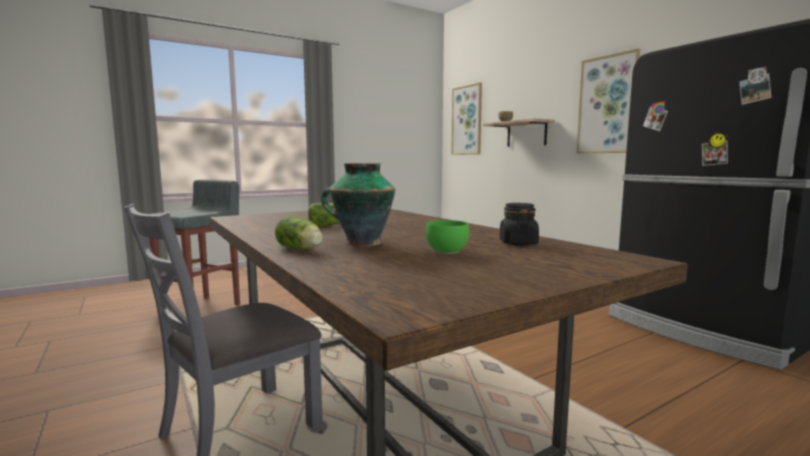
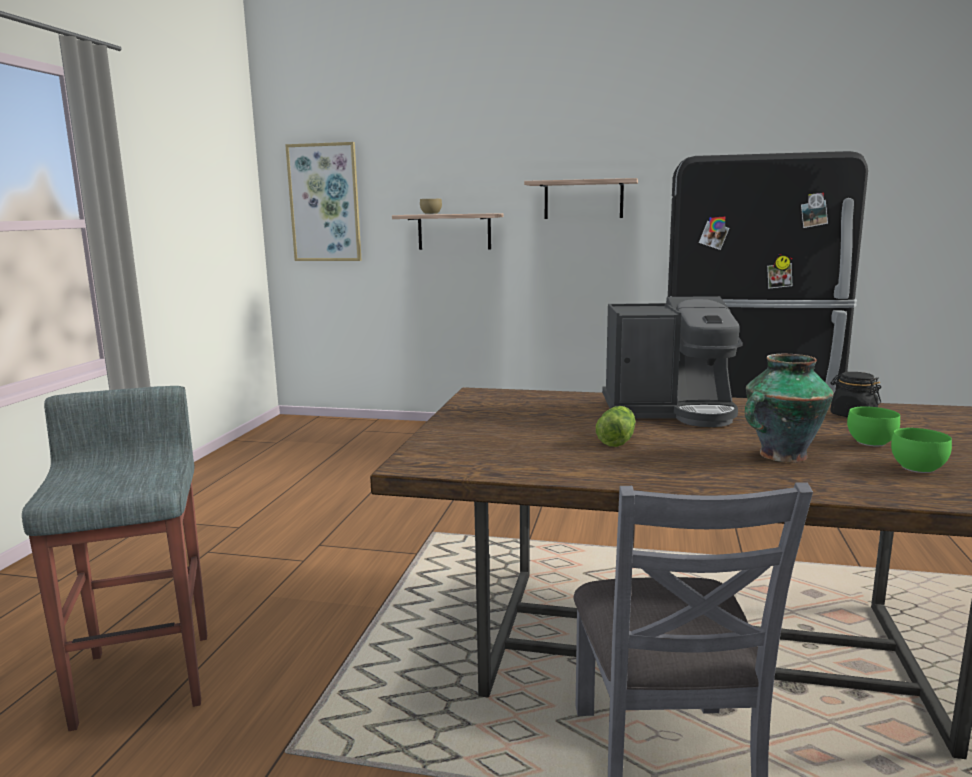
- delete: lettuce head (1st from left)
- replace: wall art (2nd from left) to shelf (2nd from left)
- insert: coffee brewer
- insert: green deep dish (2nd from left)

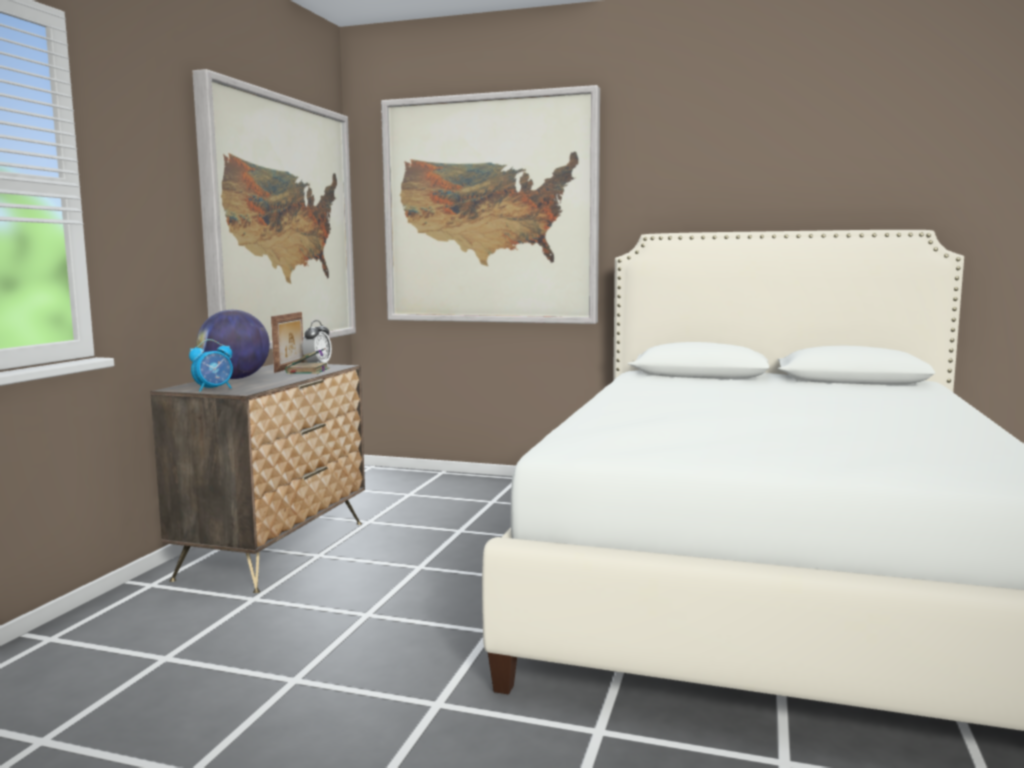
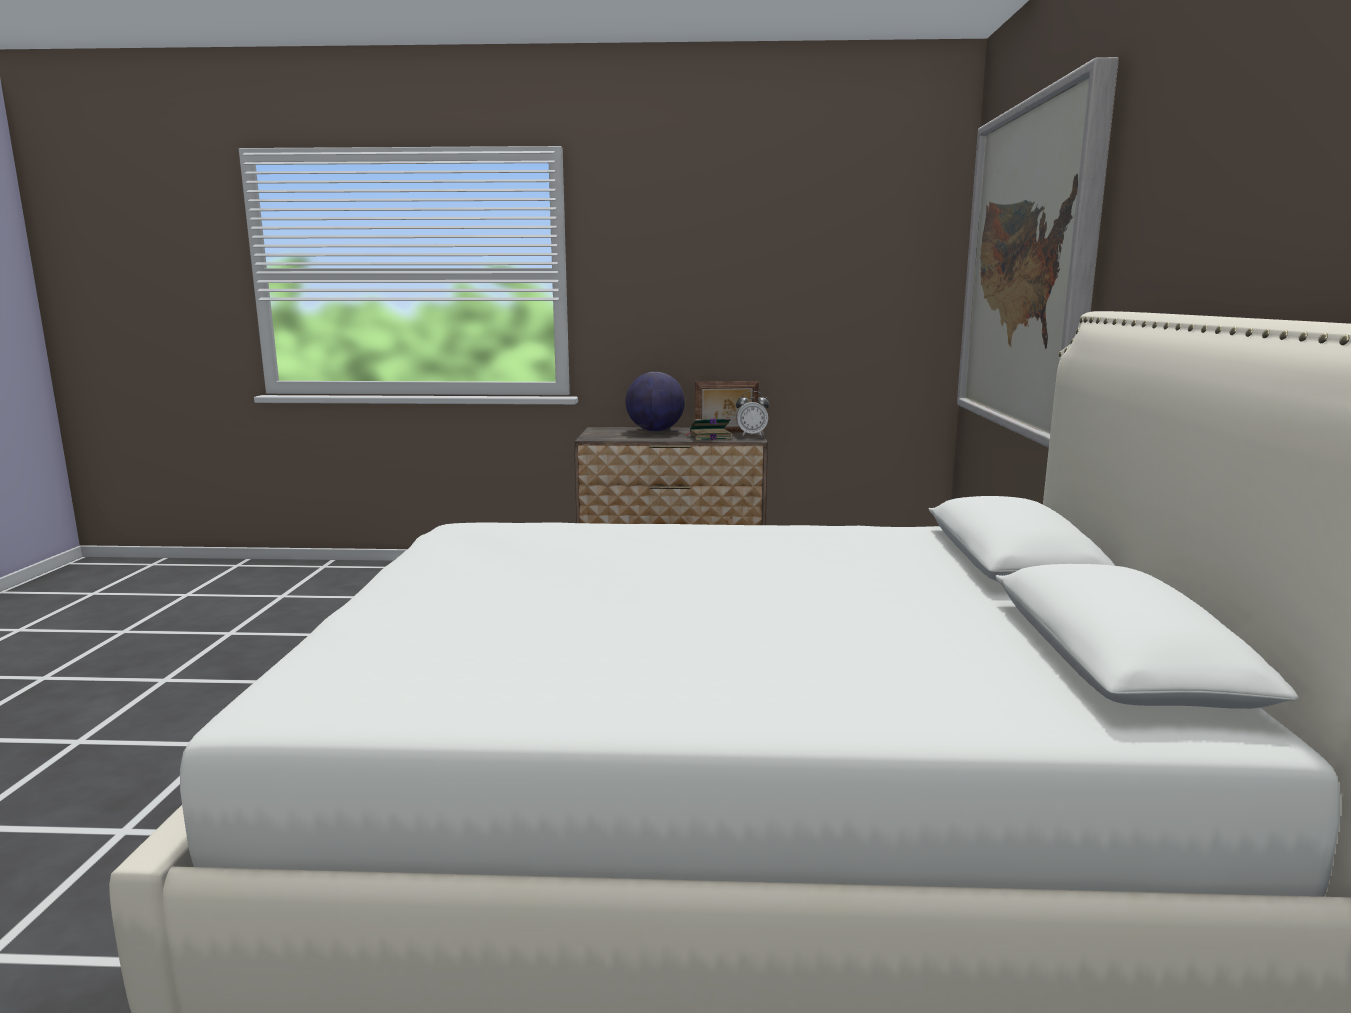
- delete: table clock (1st from left)
- delete: wall art (1st from left)

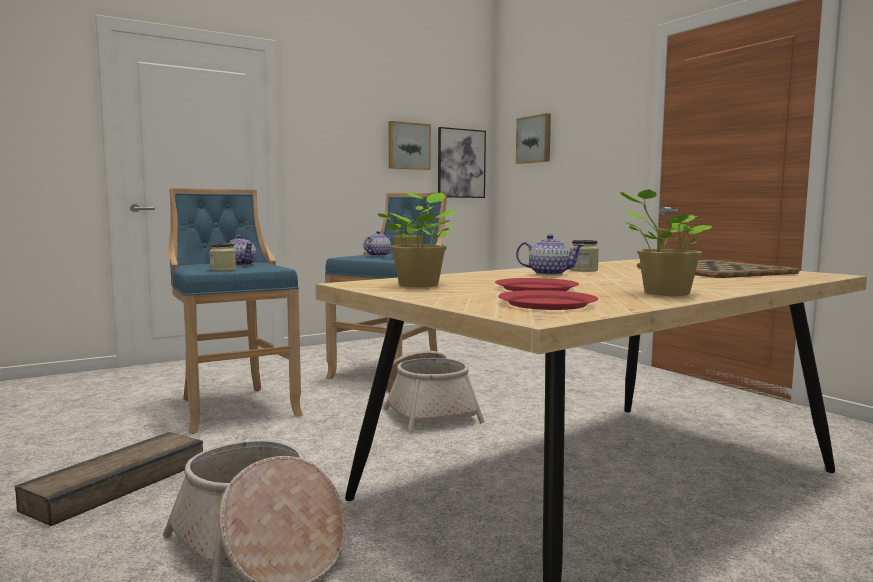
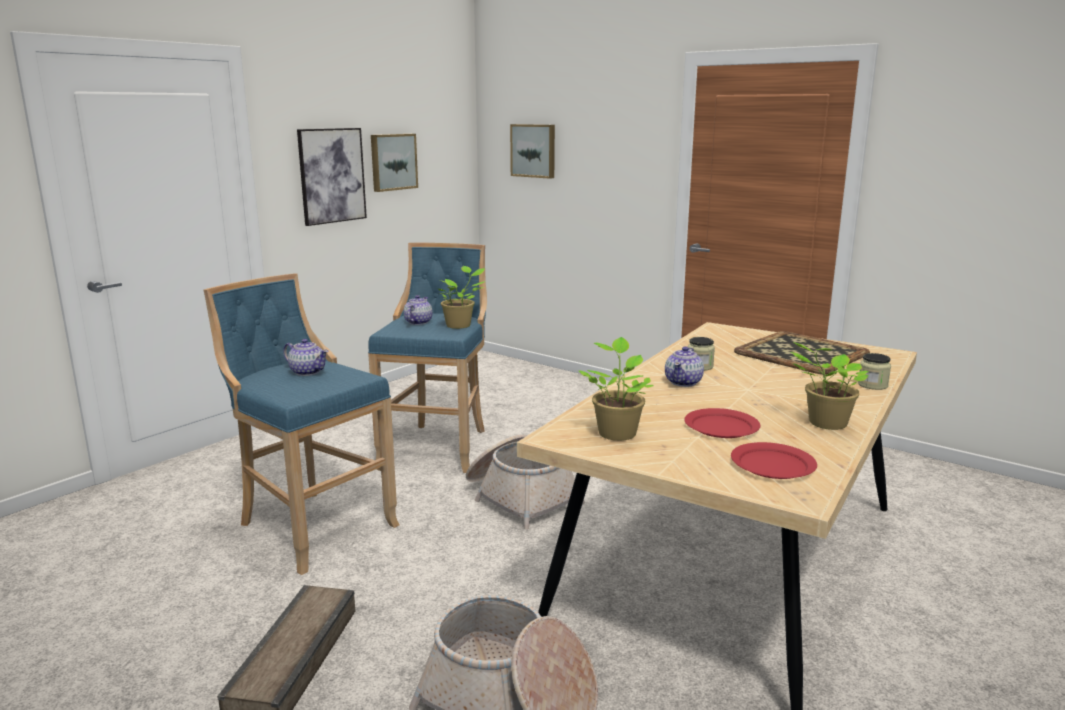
- move: preserve jar (1st from left in the first image) to preserve jar (2nd from left)
- move: wall art (2nd from left in the first image) to wall art (1st from left)
- rotate: pot for tea (3rd from left) 120 degrees clockwise

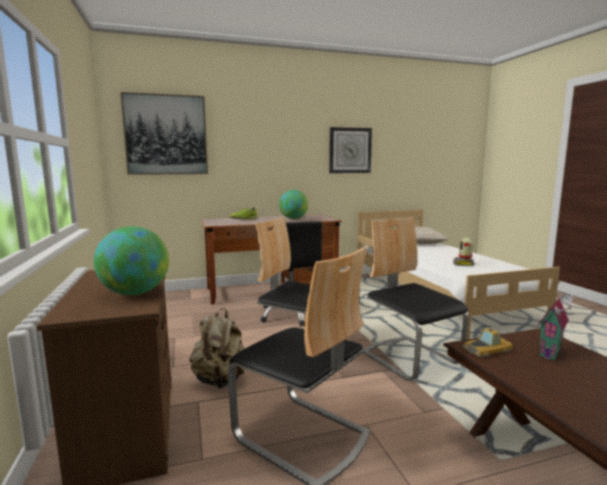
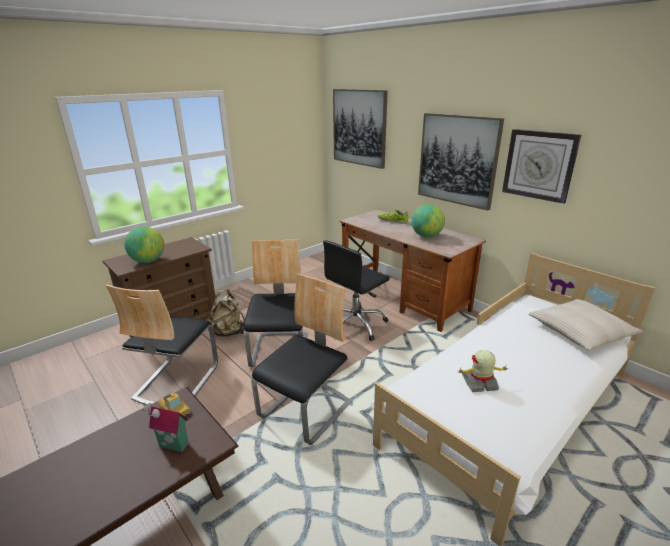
- insert: wall art (2nd from left)

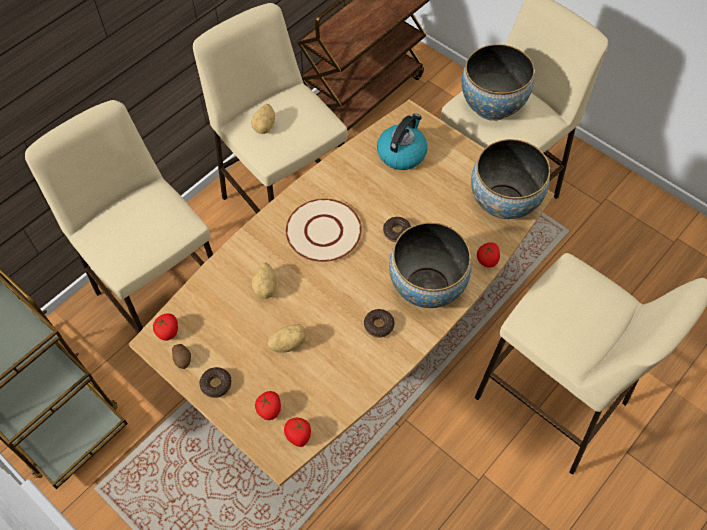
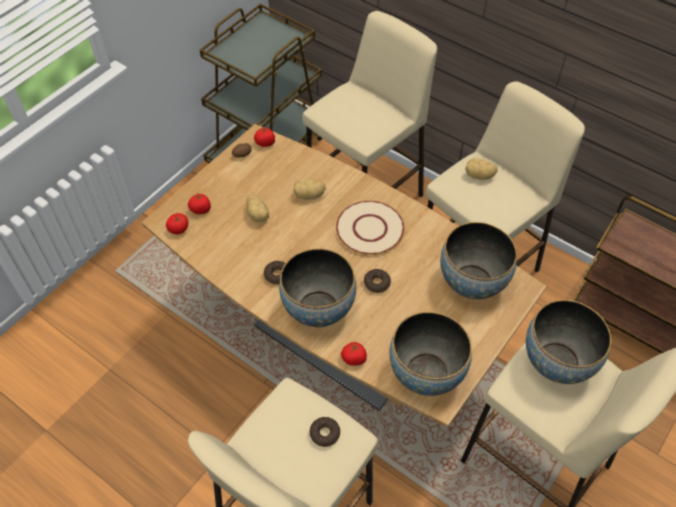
- move: ring doughnut (1st from left in the first image) to ring doughnut (2nd from left)
- replace: water kettle to deep dish (3rd from left)

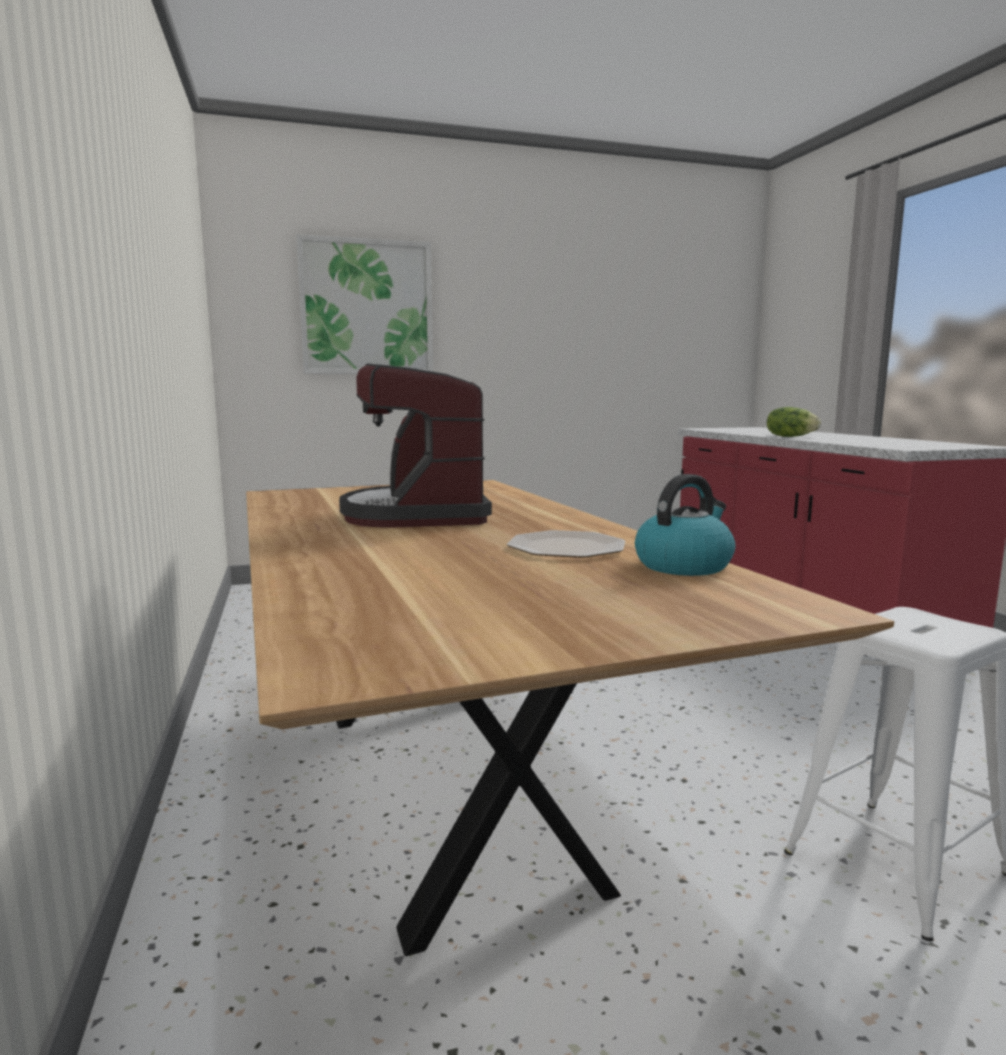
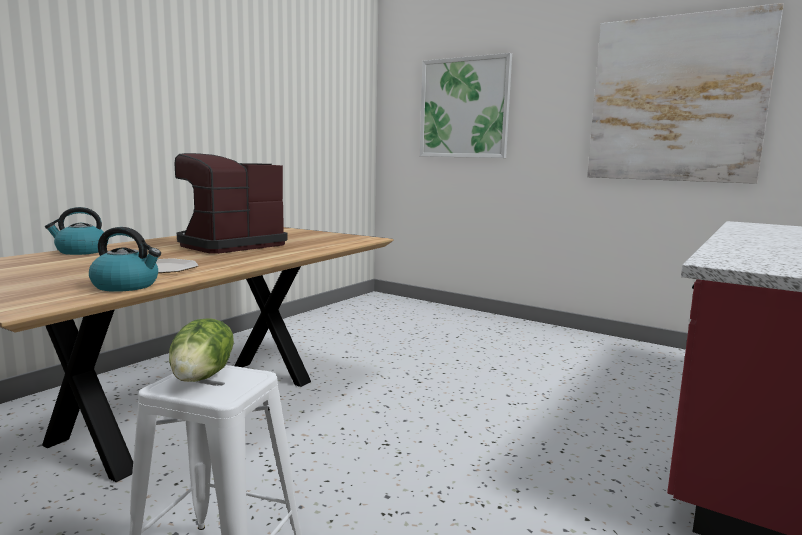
- move: lettuce head
- insert: water kettle (1st from left)
- insert: wall art (2nd from left)

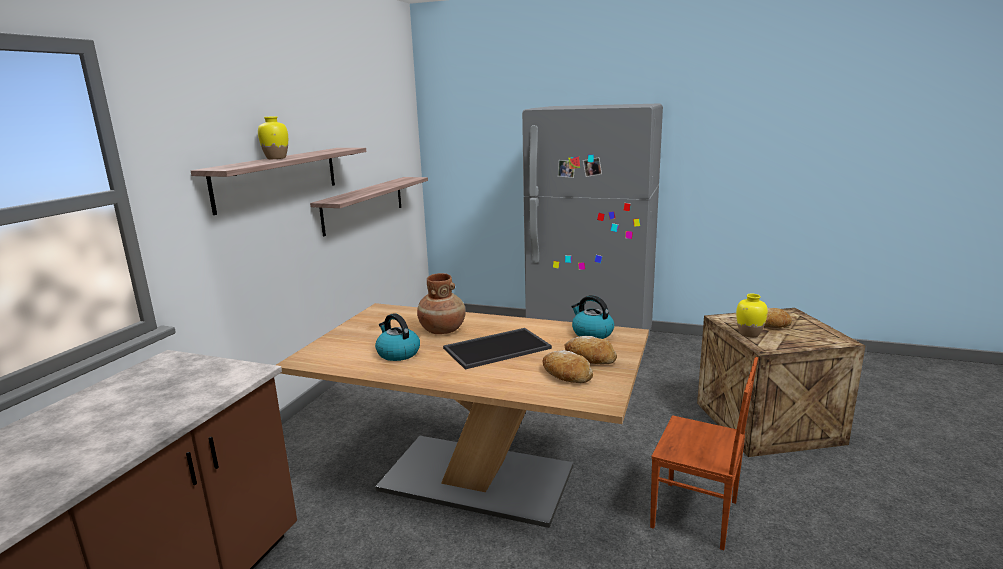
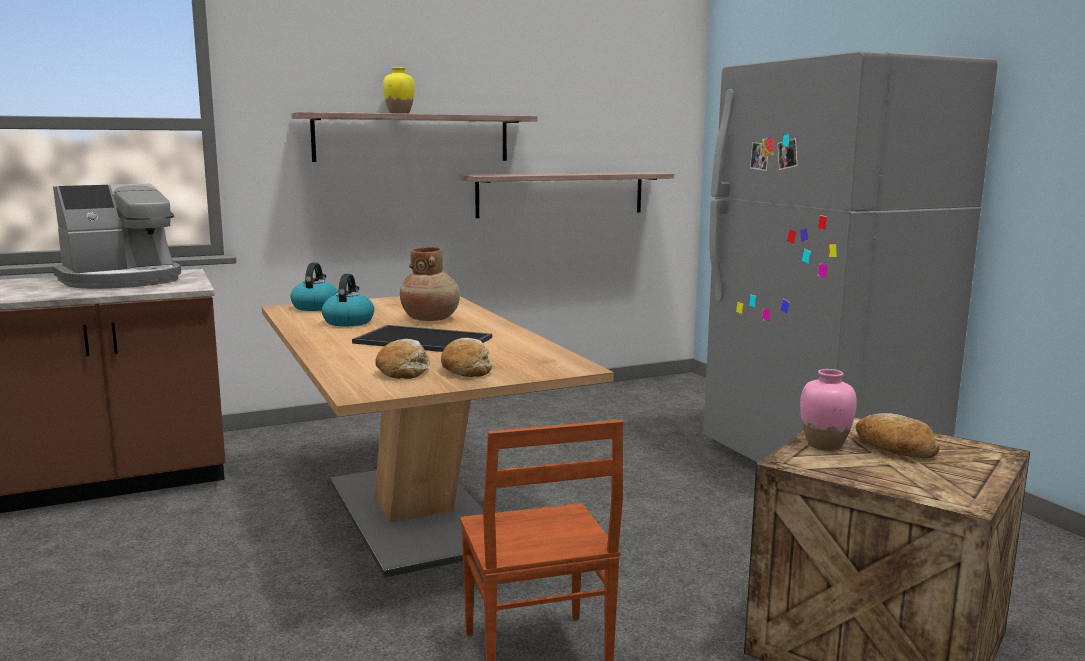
- move: water kettle (2nd from left in the first image) to water kettle (1st from left)
- recolor: yellowish flower vase (2nd from left) to pinkish flower vase
- insert: coffee brewer

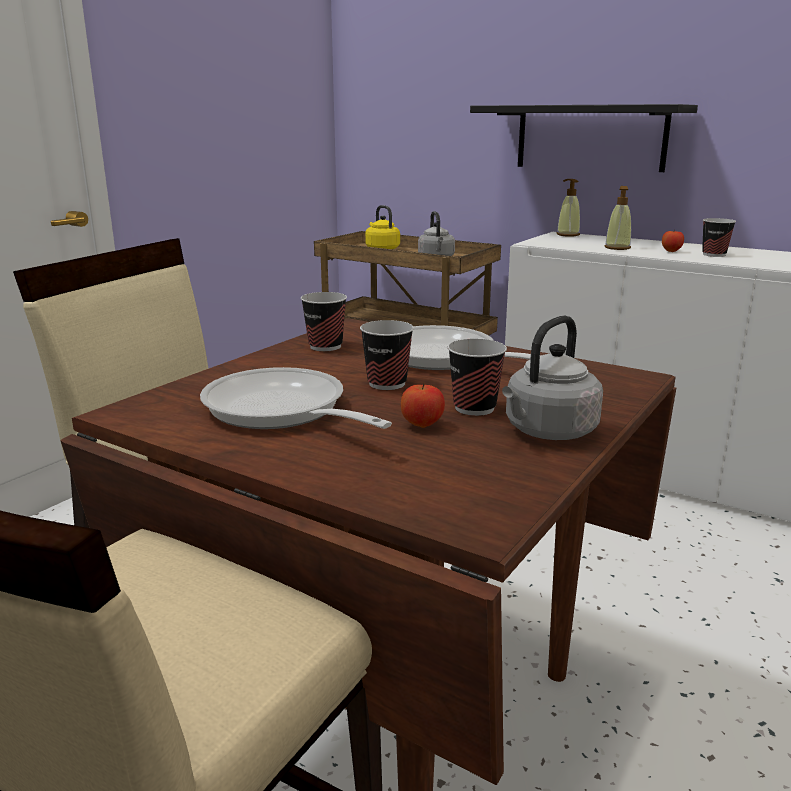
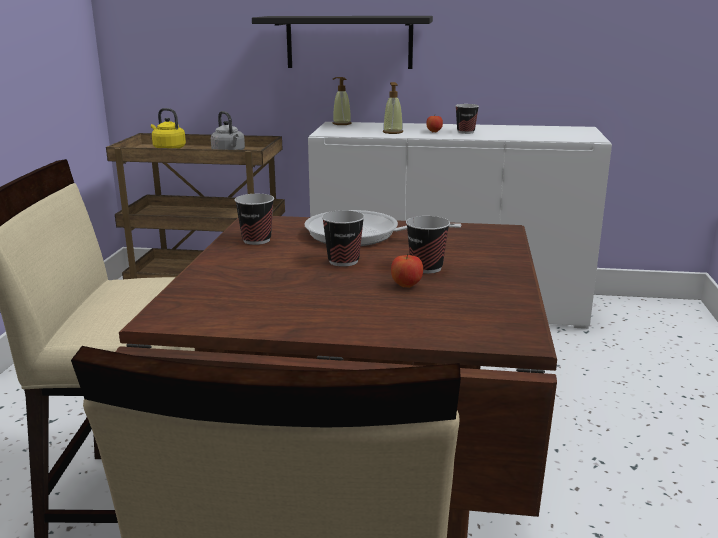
- delete: frying pan (1st from left)
- delete: greyish water kettle (2nd from left)

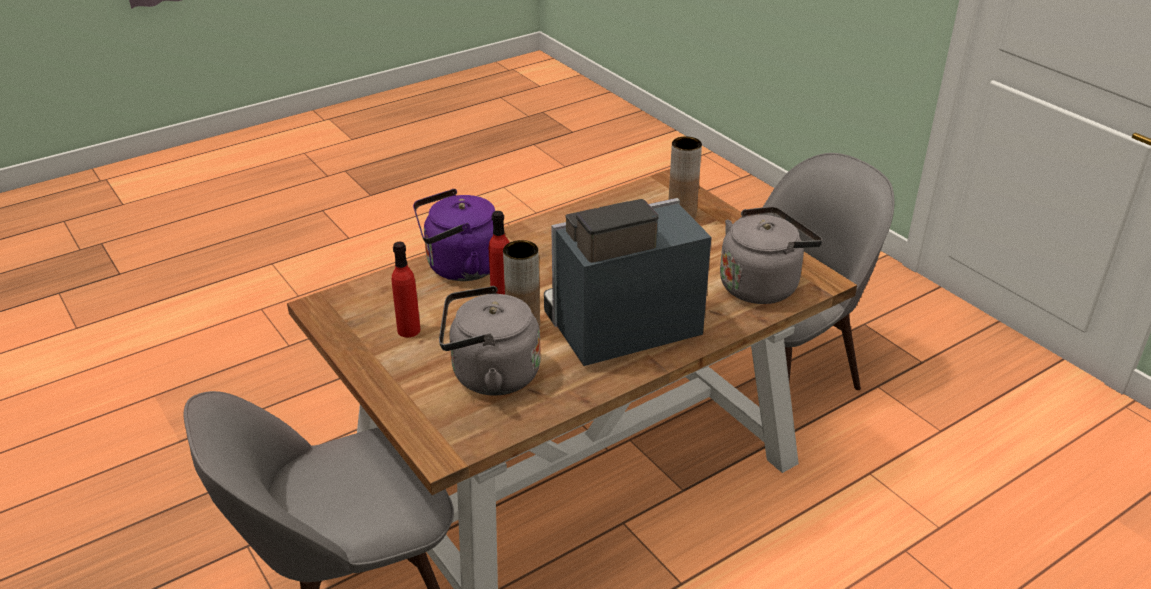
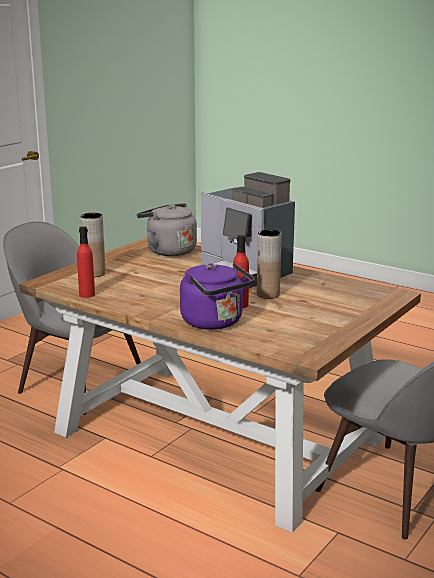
- move: reddish bottle (1st from left)
- delete: greyish water kettle (1st from left)

